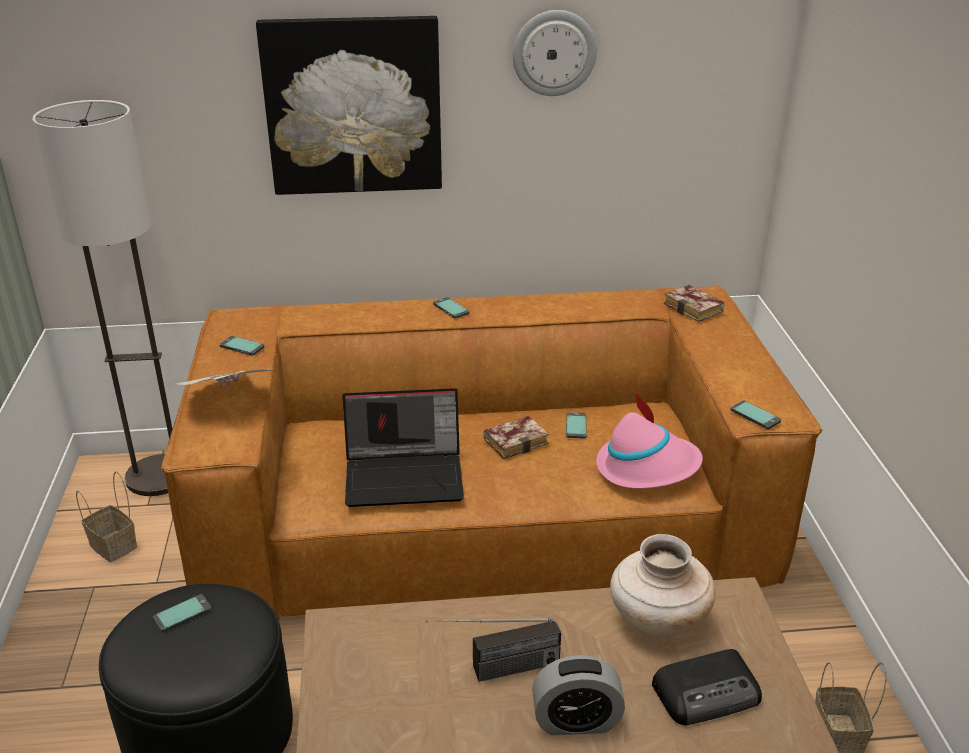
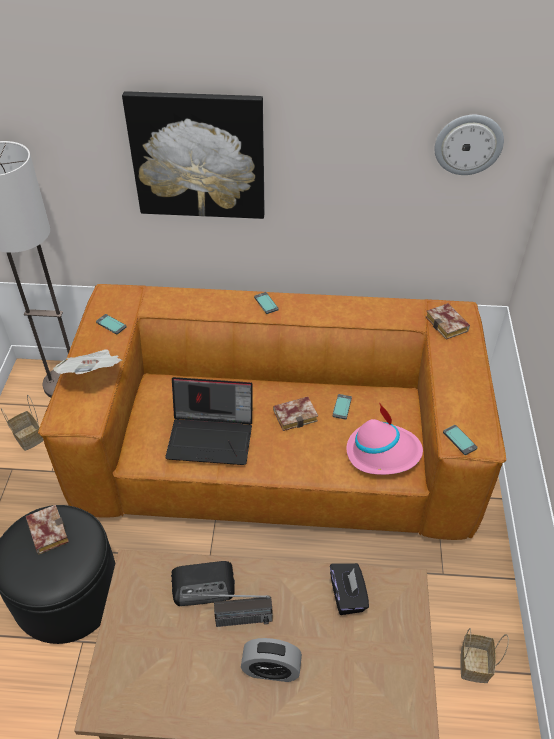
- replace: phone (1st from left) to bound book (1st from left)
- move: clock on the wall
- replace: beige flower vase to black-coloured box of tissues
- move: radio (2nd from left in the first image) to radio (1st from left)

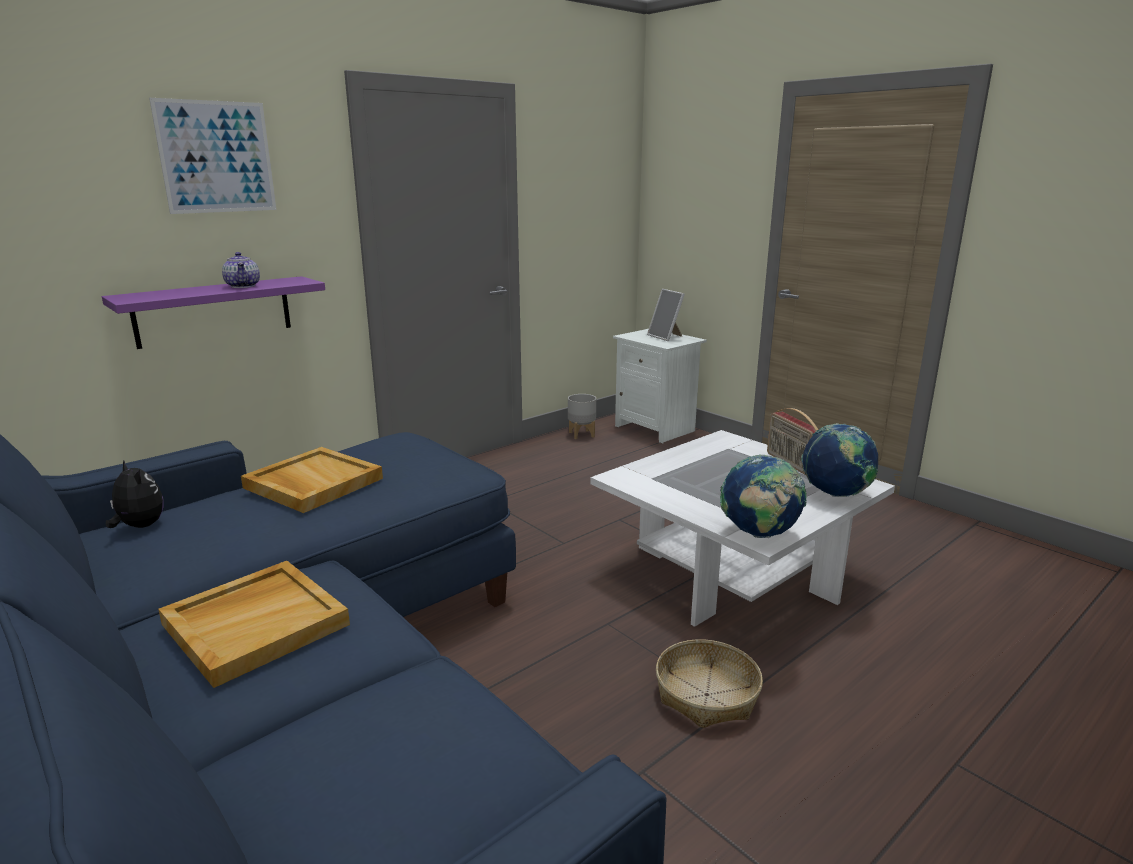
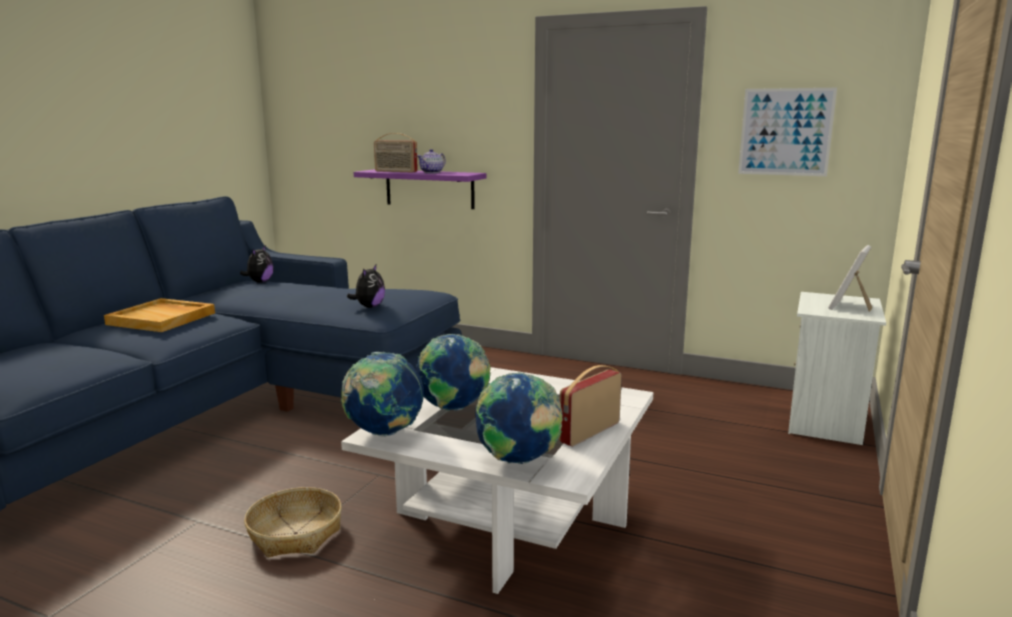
- move: wall art
- delete: beige carrying tray (2nd from left)
- delete: greyish flower pot
- insert: cuddly toy (2nd from left)
- insert: radio (1st from left)
- insert: globe (2nd from left)

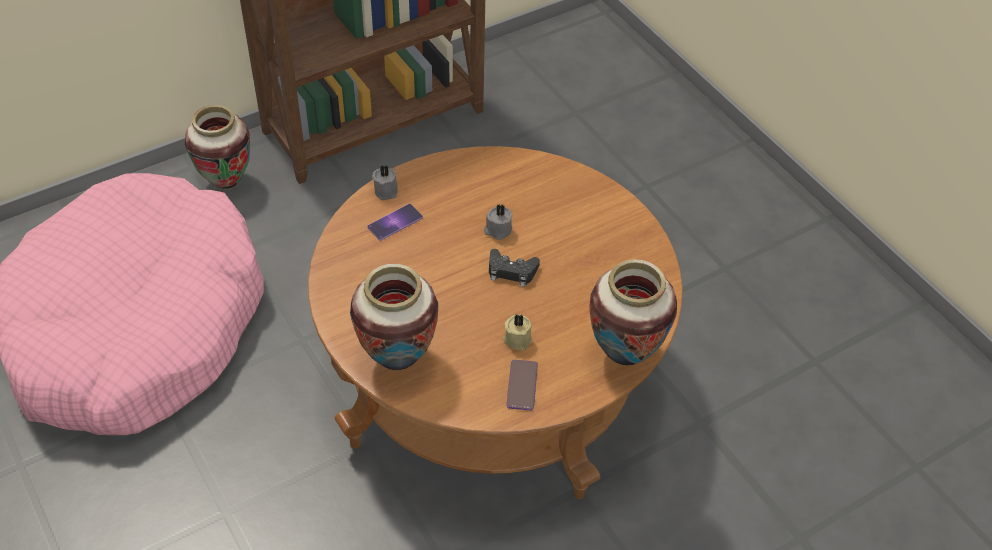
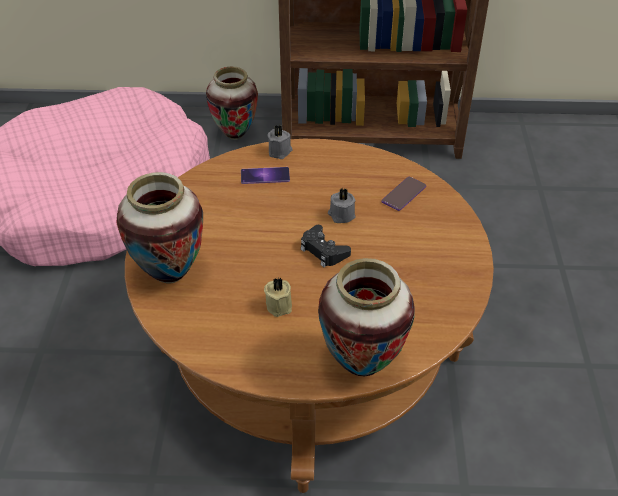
- move: phone (2nd from left)

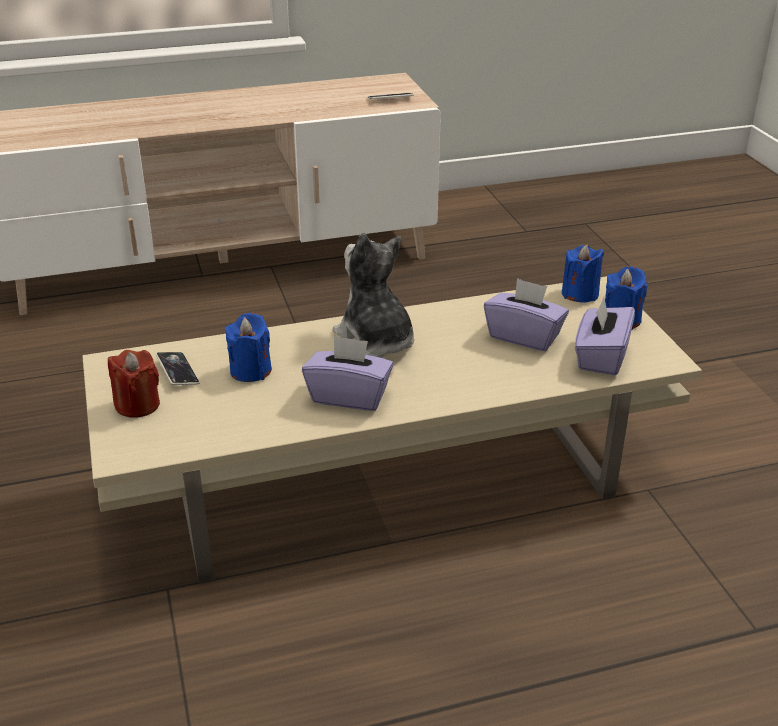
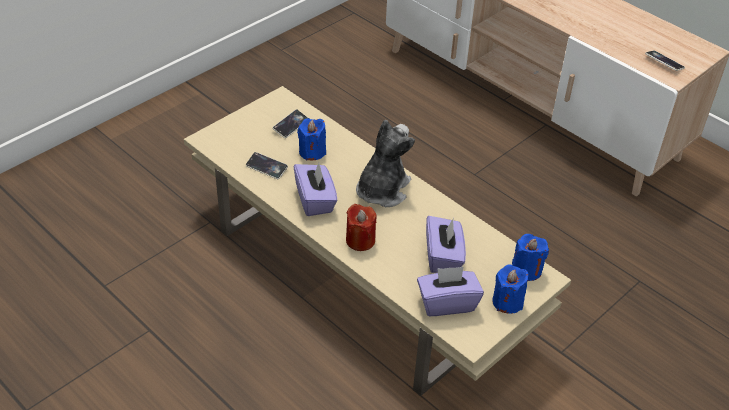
- move: reddish candle
- insert: phone (1st from left)

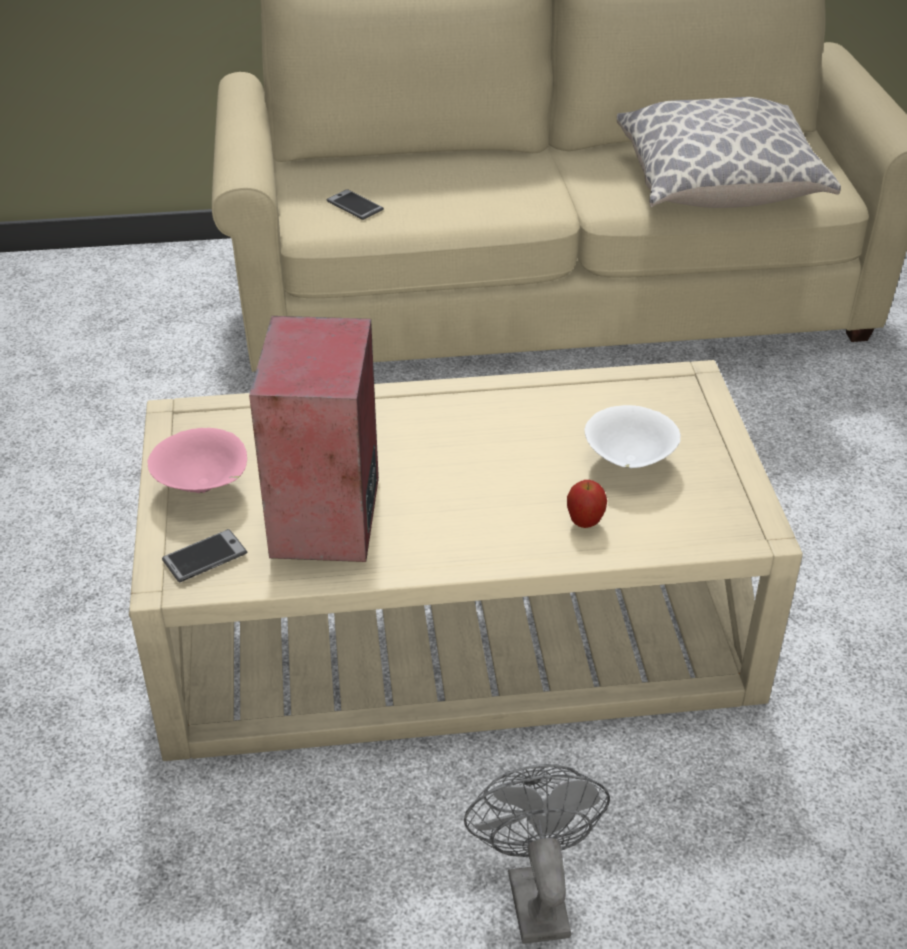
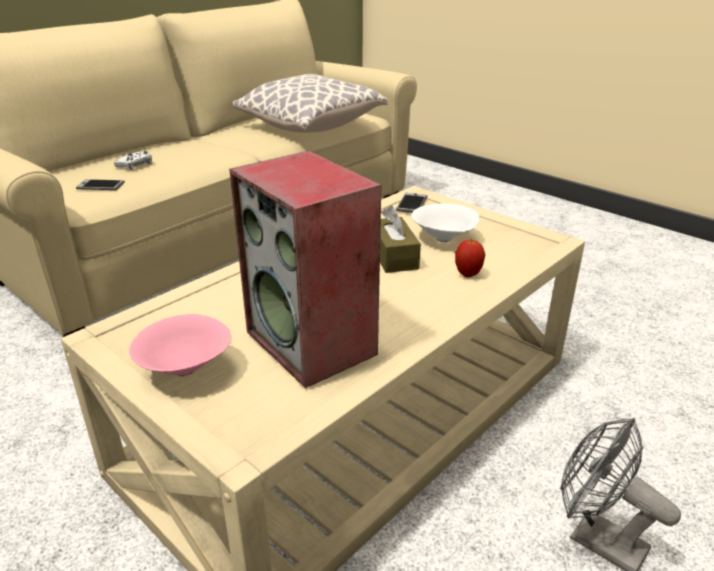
- move: phone (1st from left in the first image) to phone (2nd from left)
- insert: white gamepad
- insert: brown-coloured box of tissues

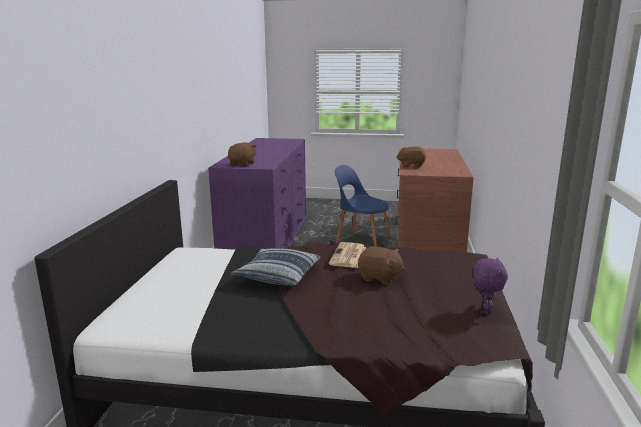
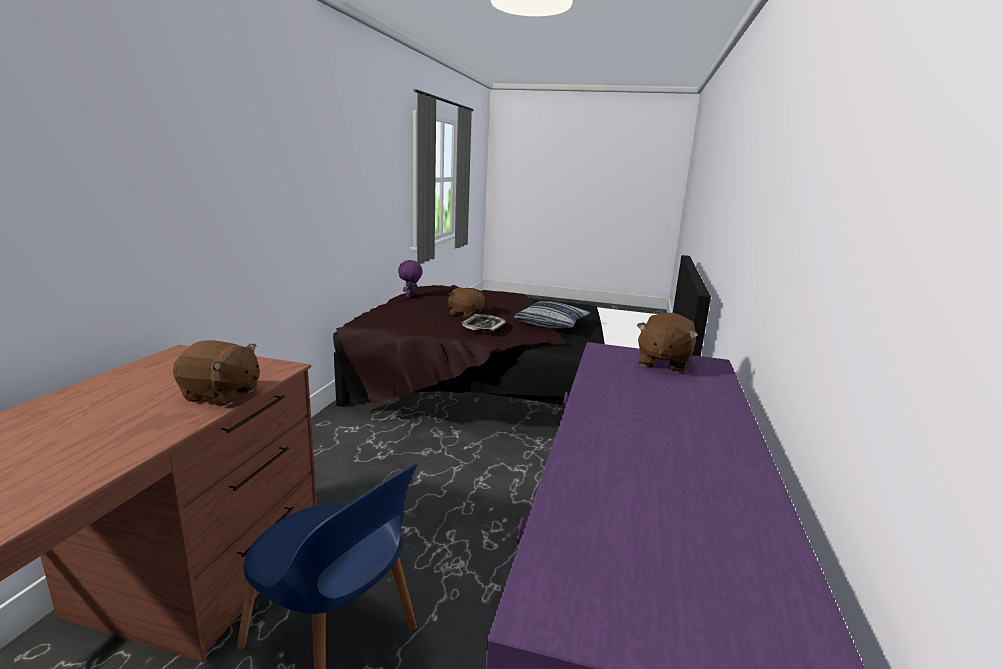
- replace: printed paper to carrying tray

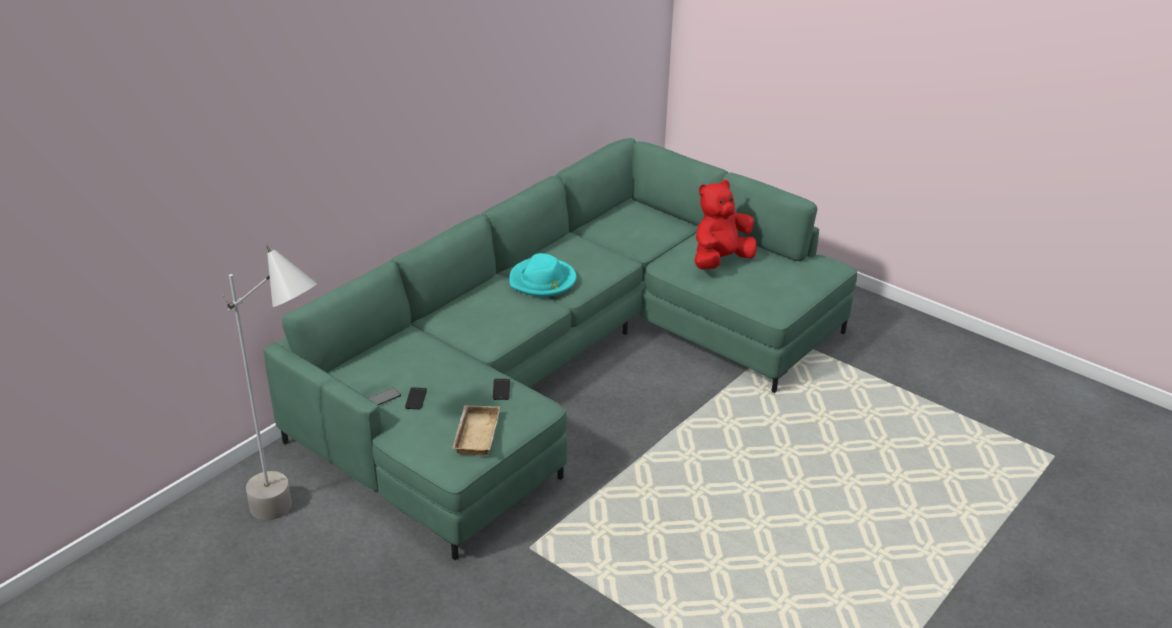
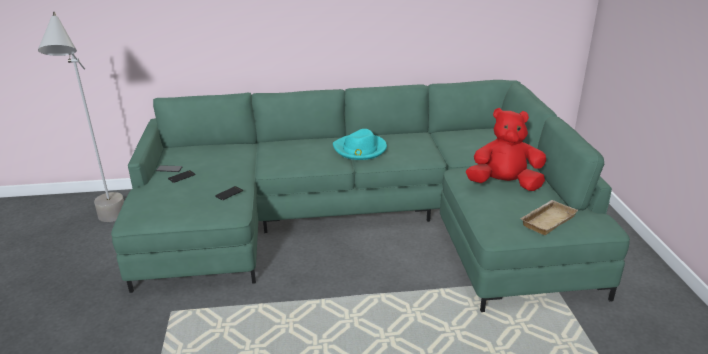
- move: beige carrying tray

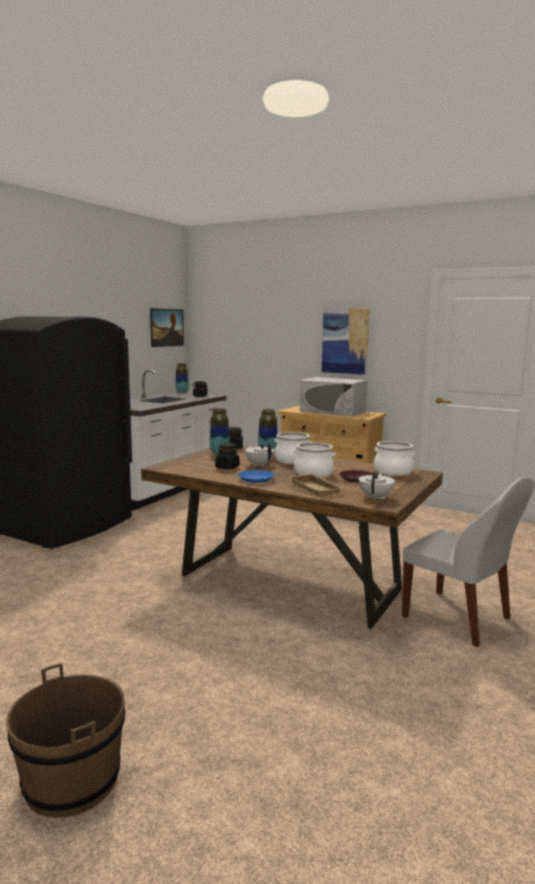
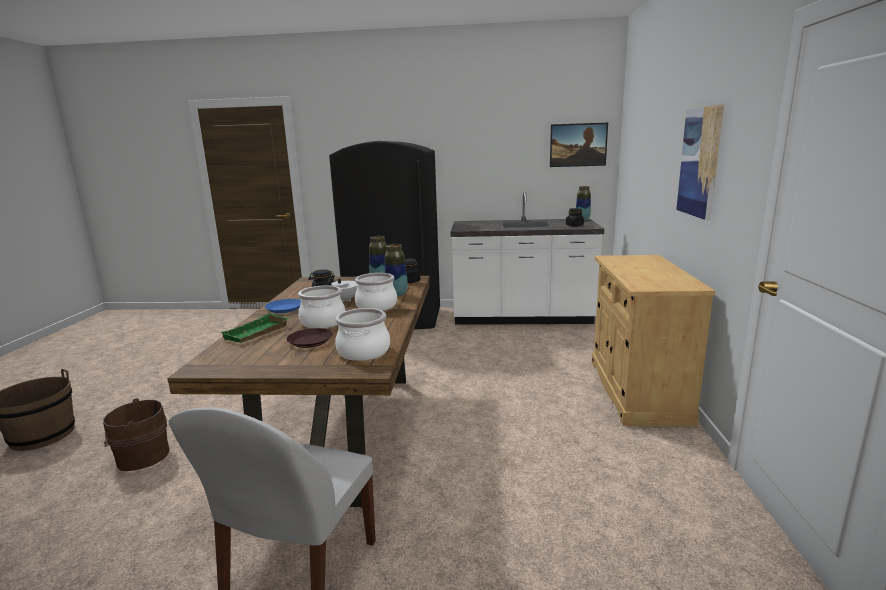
- recolor: beige carrying tray to green carrying tray
- delete: white microwave oven
- delete: white pot for tea (2nd from left)
- insert: brown-coloured bucket (2nd from left)

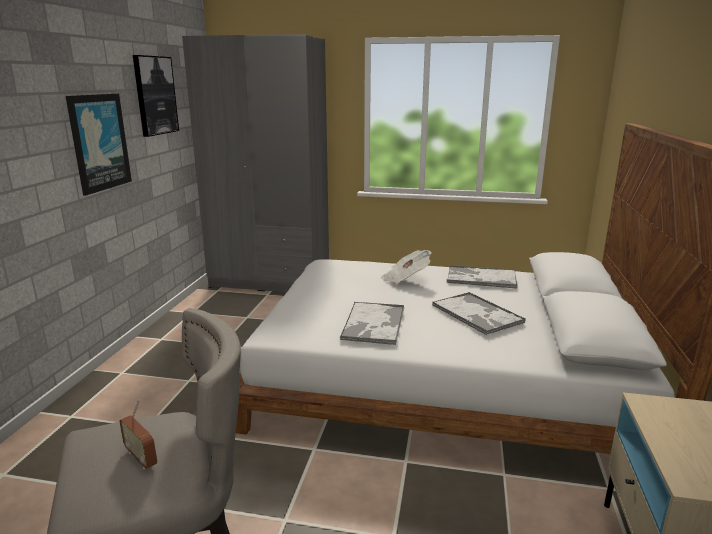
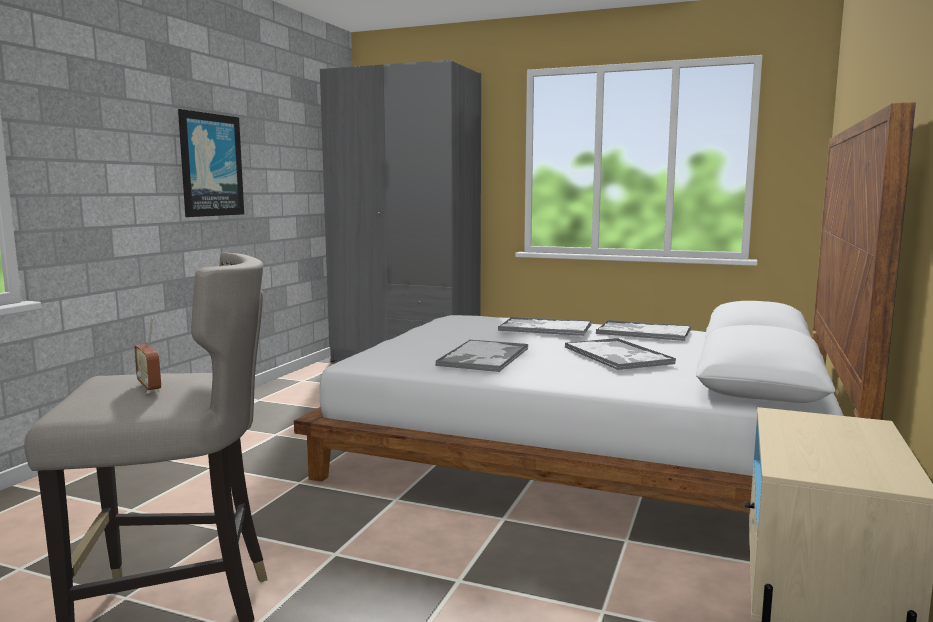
- delete: wall art (2nd from left)
- replace: printed paper to carrying tray (2nd from left)

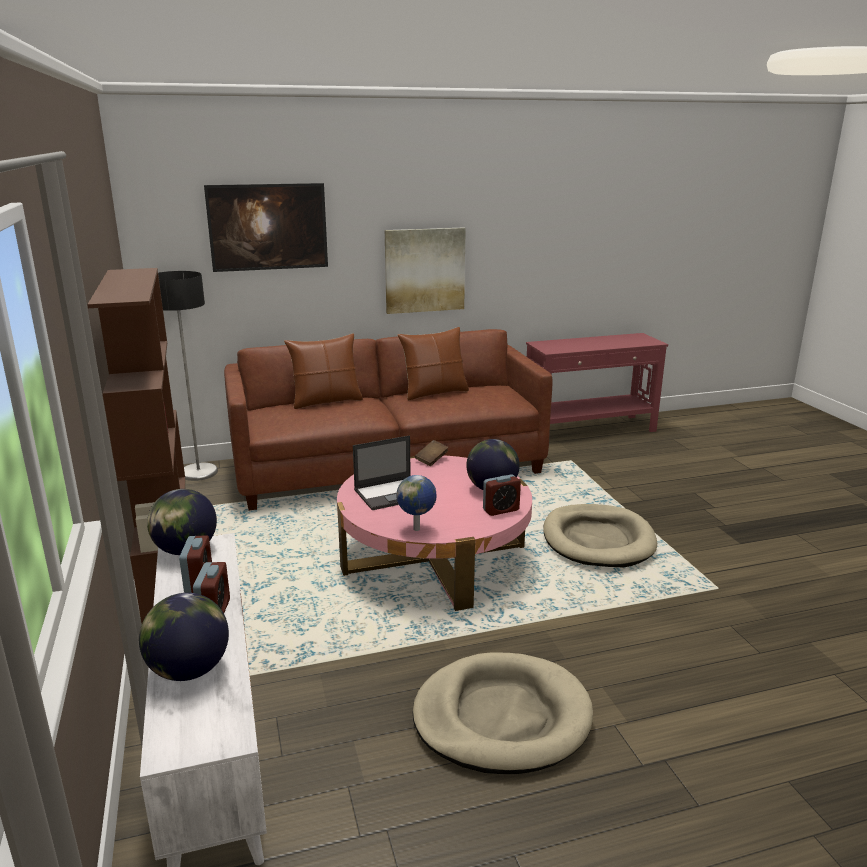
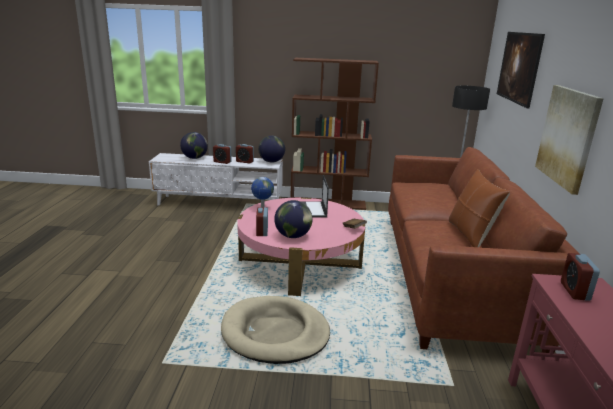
- delete: brown-coloured cushion (1st from left)
- delete: beige pet bed (1st from left)
- insert: table clock (4th from left)

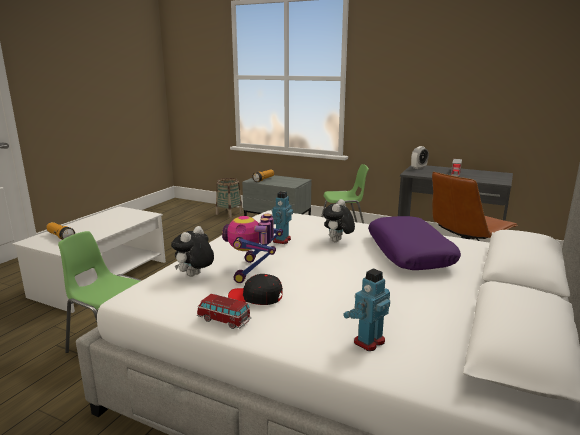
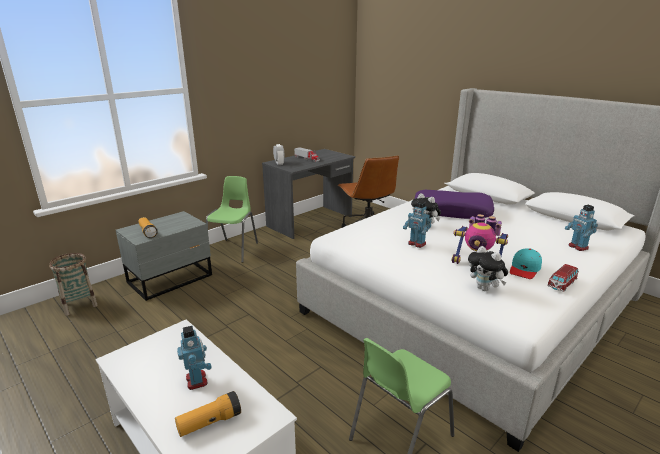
- recolor: black-coloured peaked cap to turquoise-coloured peaked cap
- insert: robot figure (1st from left)

